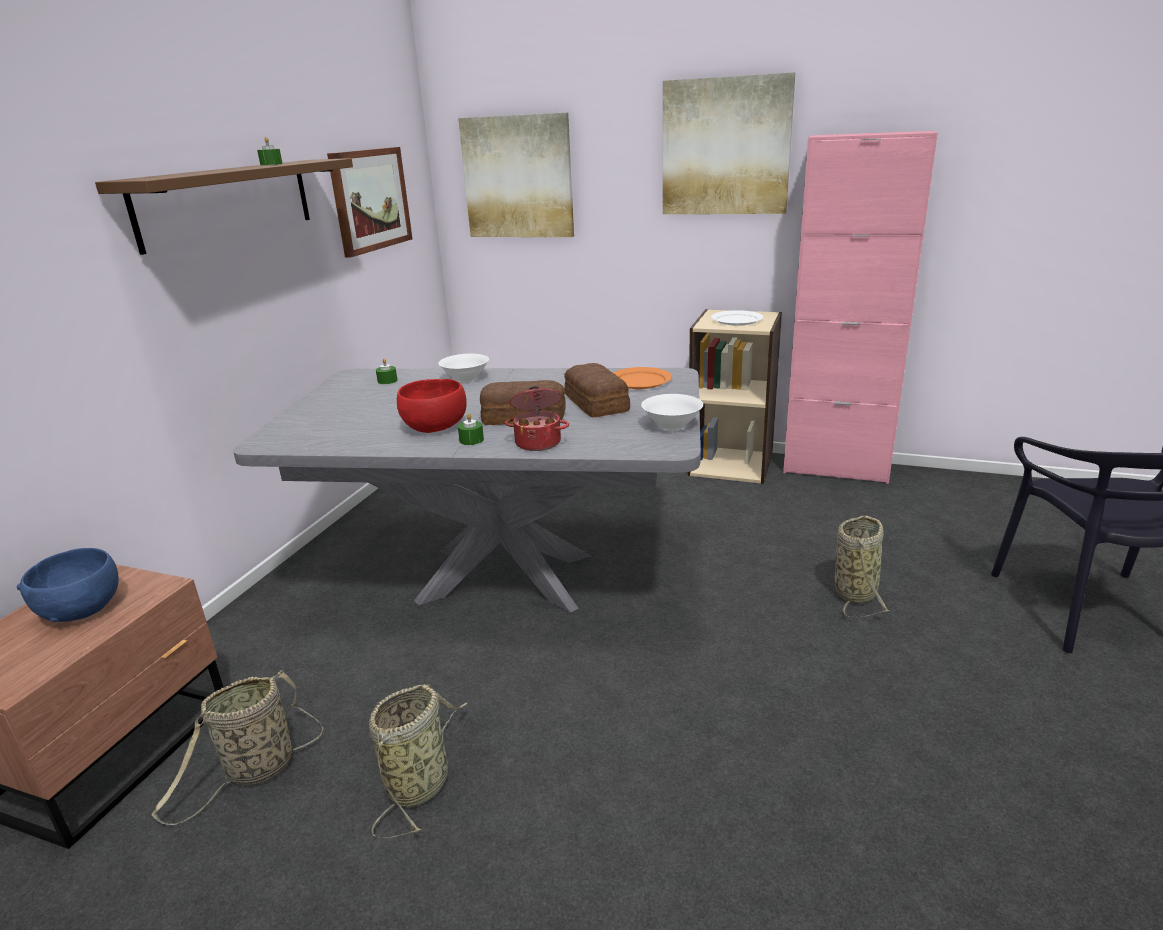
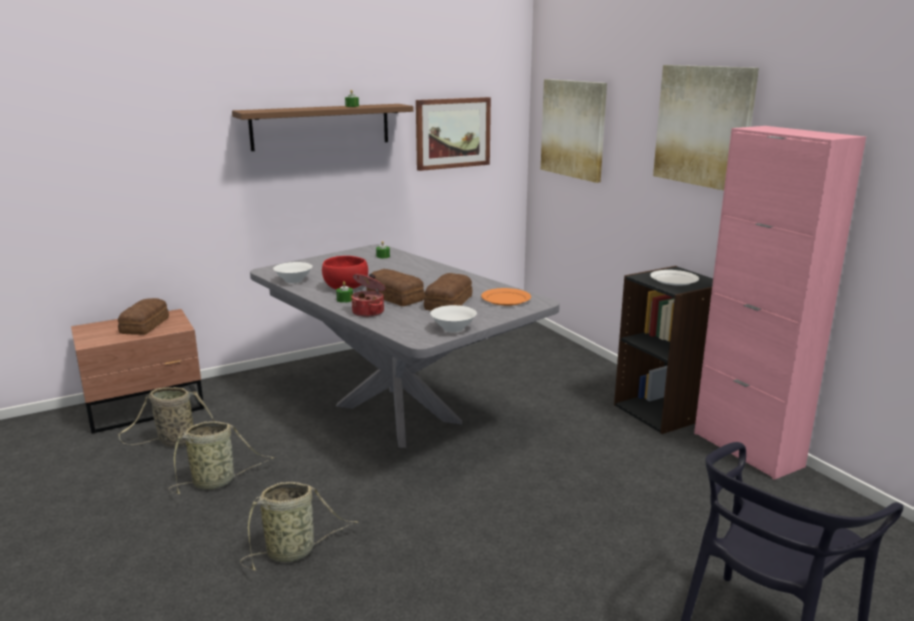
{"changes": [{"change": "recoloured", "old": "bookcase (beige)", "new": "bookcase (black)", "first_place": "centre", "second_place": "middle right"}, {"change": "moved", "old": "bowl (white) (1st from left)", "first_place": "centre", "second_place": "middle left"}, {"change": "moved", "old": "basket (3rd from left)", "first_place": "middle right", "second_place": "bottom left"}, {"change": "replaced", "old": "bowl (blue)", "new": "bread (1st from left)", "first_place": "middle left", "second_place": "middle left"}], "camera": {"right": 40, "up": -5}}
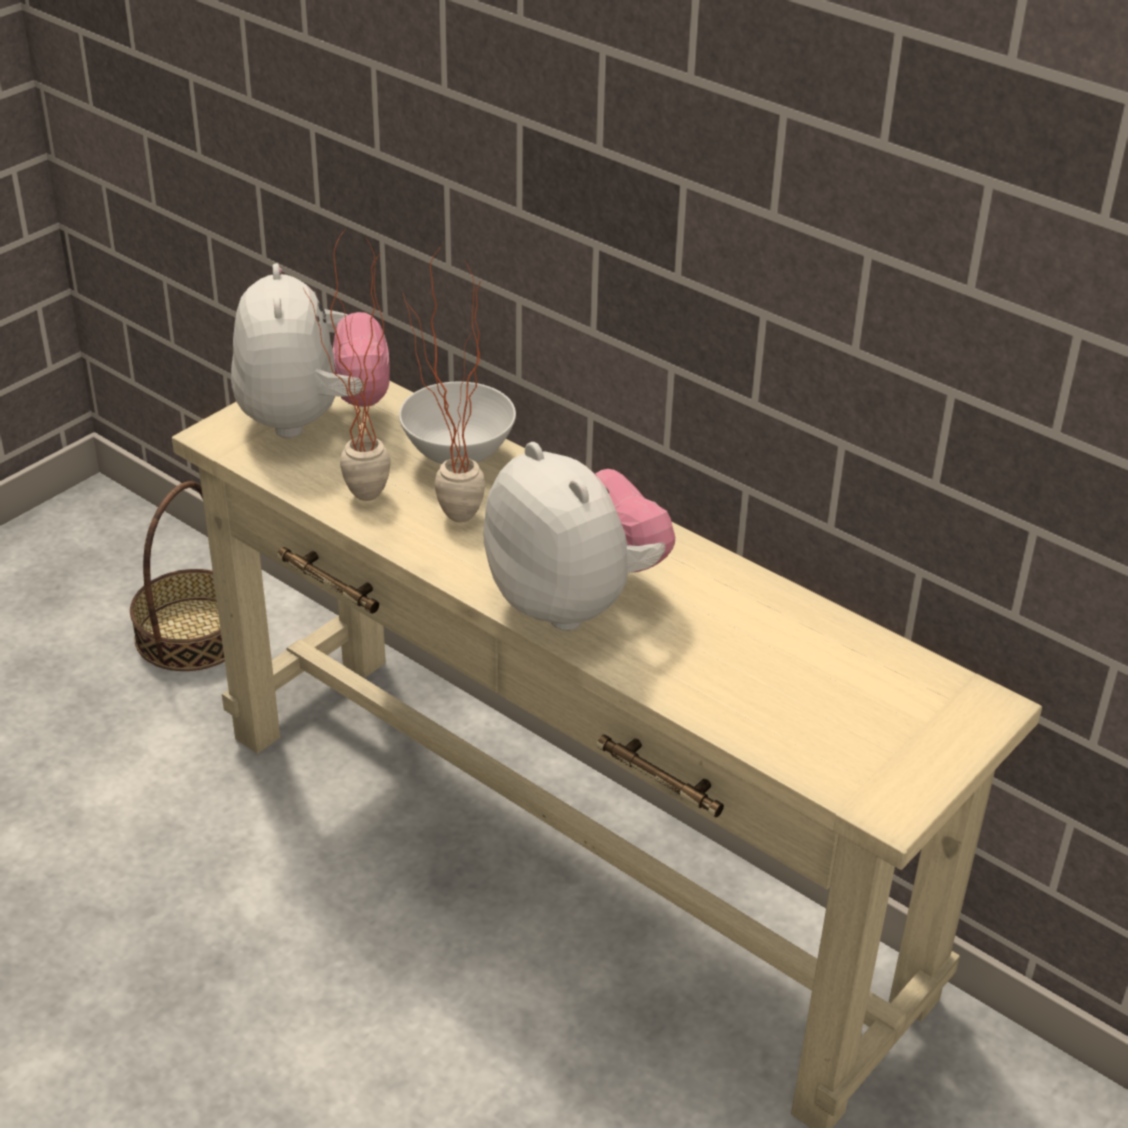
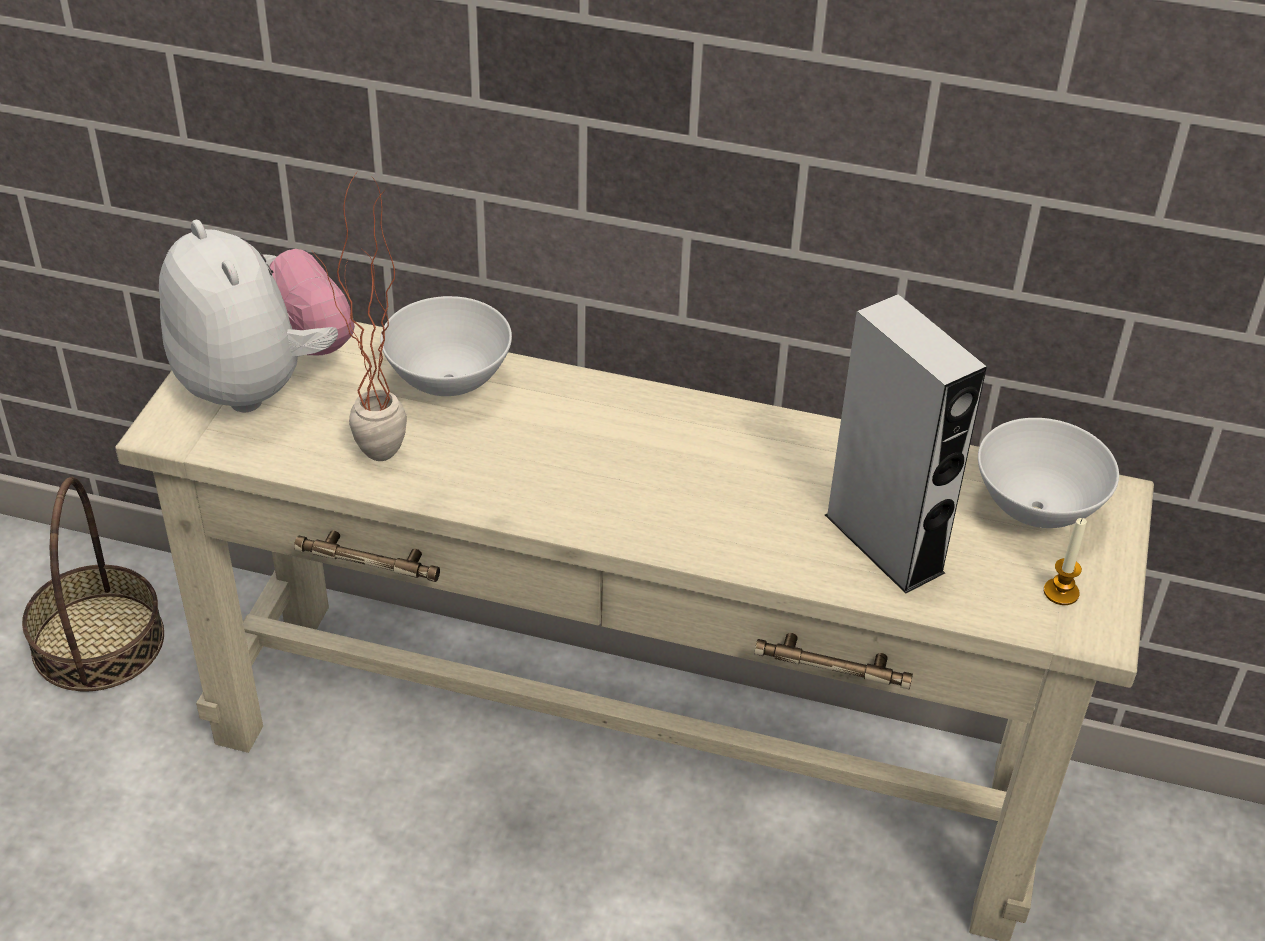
{"changes": [{"change": "removed", "old": "potted plant (2nd from left)", "first_place": "centre"}, {"change": "removed", "old": "plush toy (2nd from left)", "first_place": "centre"}, {"change": "added", "new": "speaker (grey)", "second_place": "middle right"}, {"change": "added", "new": "bowl (white) (2nd from left)", "second_place": "middle right"}, {"change": "added", "new": "candle", "second_place": "middle right"}], "camera": {"right": -25, "up": 5}}
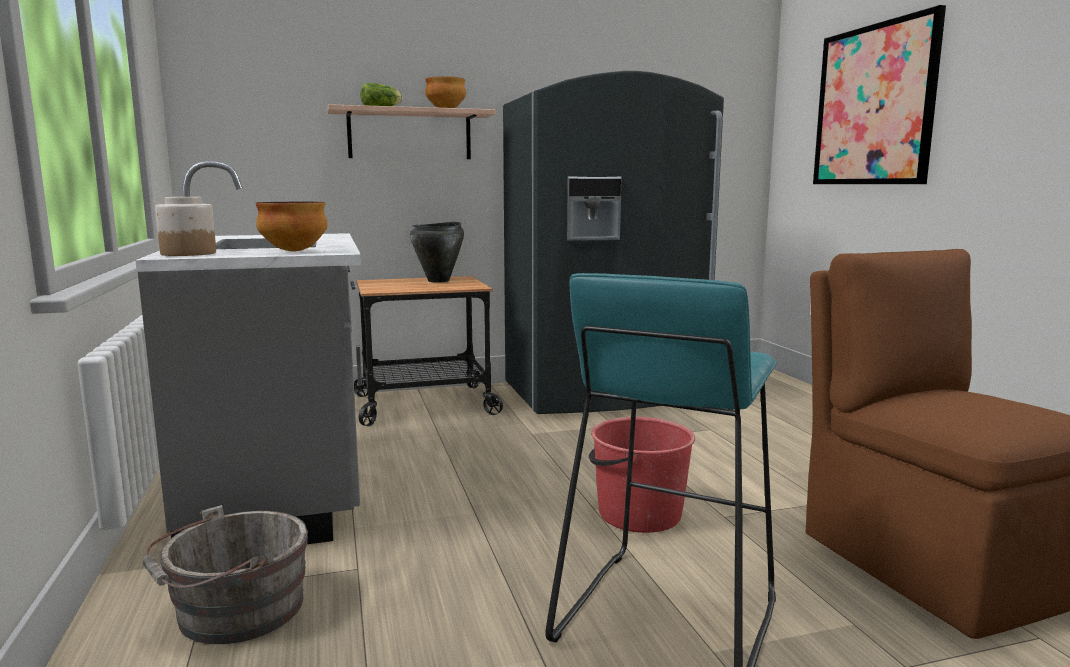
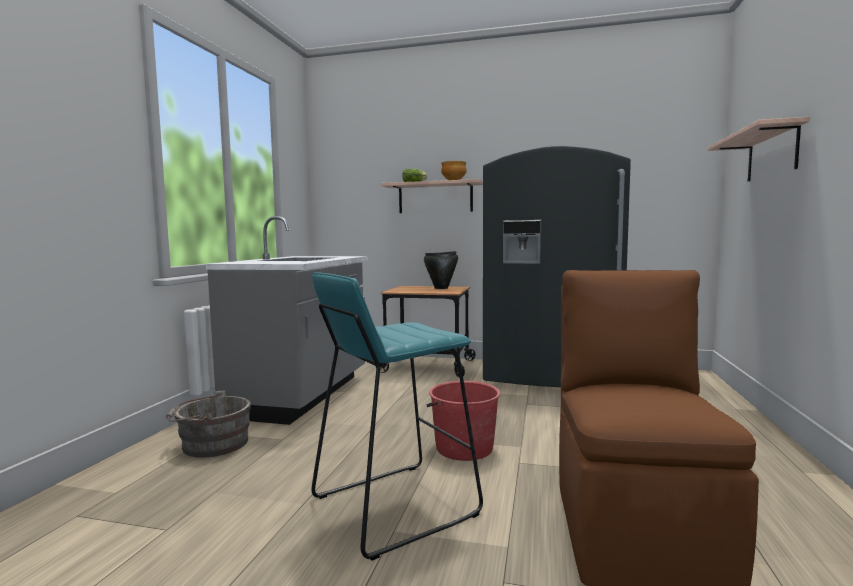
{"changes": [{"change": "replaced", "old": "picture", "new": "shelf (2nd from left)", "first_place": "top right", "second_place": "top right"}, {"change": "removed", "old": "jar", "first_place": "middle left"}, {"change": "removed", "old": "bowl (1st from left)", "first_place": "middle left"}], "camera": {"right": 30, "up": -5}}
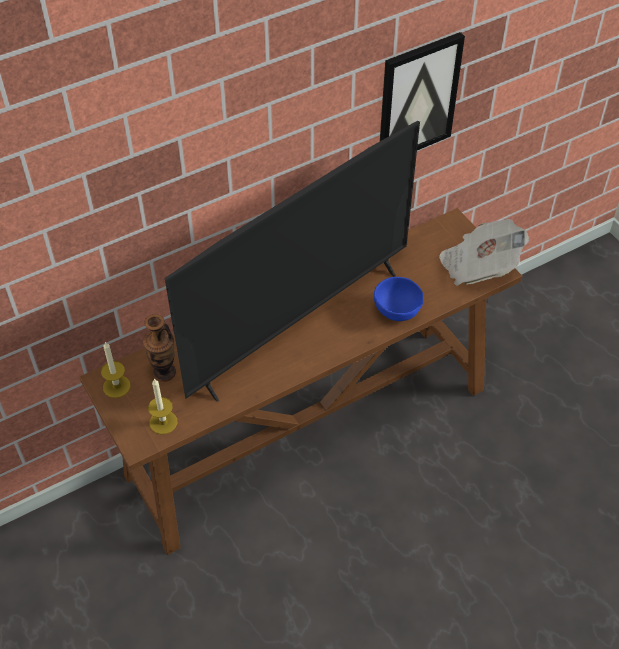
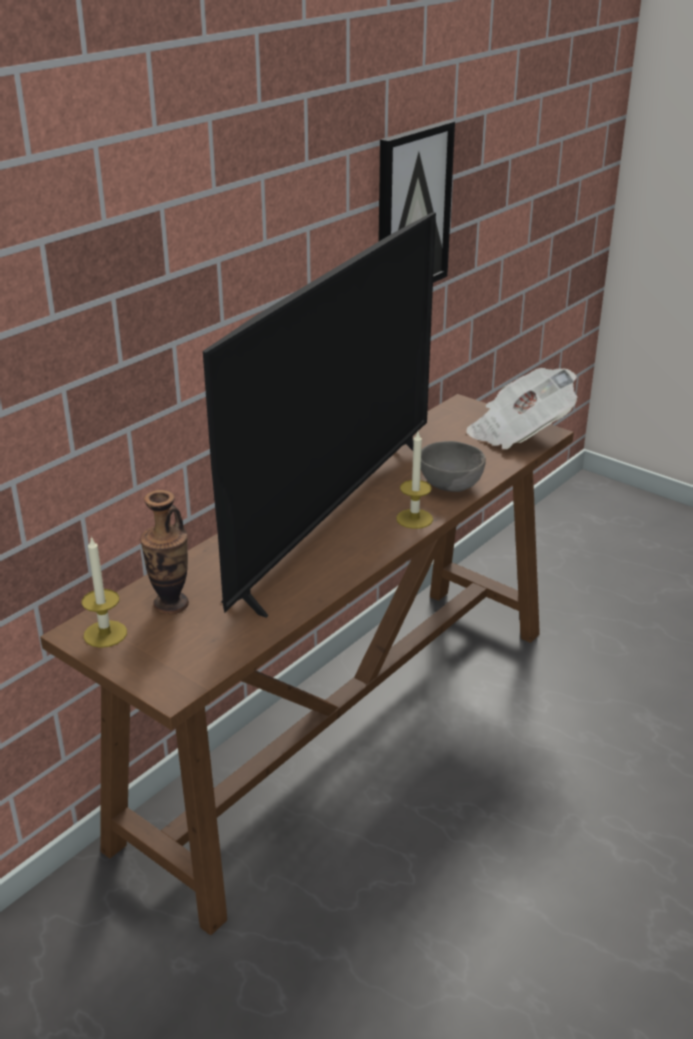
{"changes": [{"change": "recoloured", "old": "bowl (blue)", "new": "bowl (grey)", "first_place": "centre", "second_place": "centre"}, {"change": "moved", "old": "candle (2nd from left)", "first_place": "middle left", "second_place": "centre"}], "camera": {"right": -20, "up": -20}}
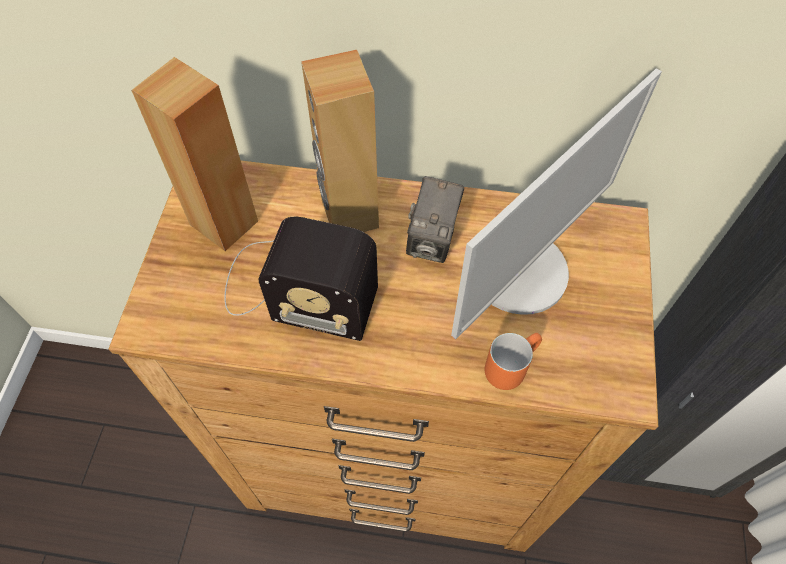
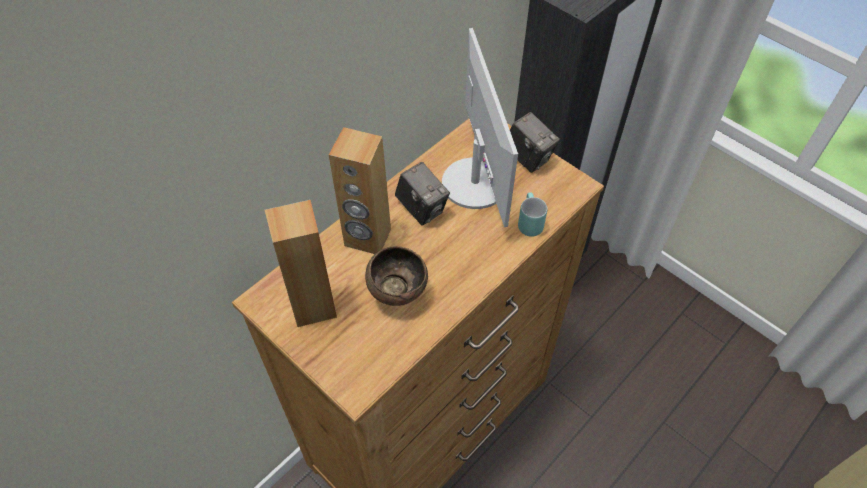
{"changes": [{"change": "replaced", "old": "radio", "new": "bowl (brown)", "first_place": "centre", "second_place": "centre"}, {"change": "recoloured", "old": "mug (orange)", "new": "mug (turquoise)", "first_place": "centre", "second_place": "centre"}, {"change": "added", "new": "photo camera (2nd from left)", "second_place": "top centre"}], "camera": {"right": -55, "up": -5}}
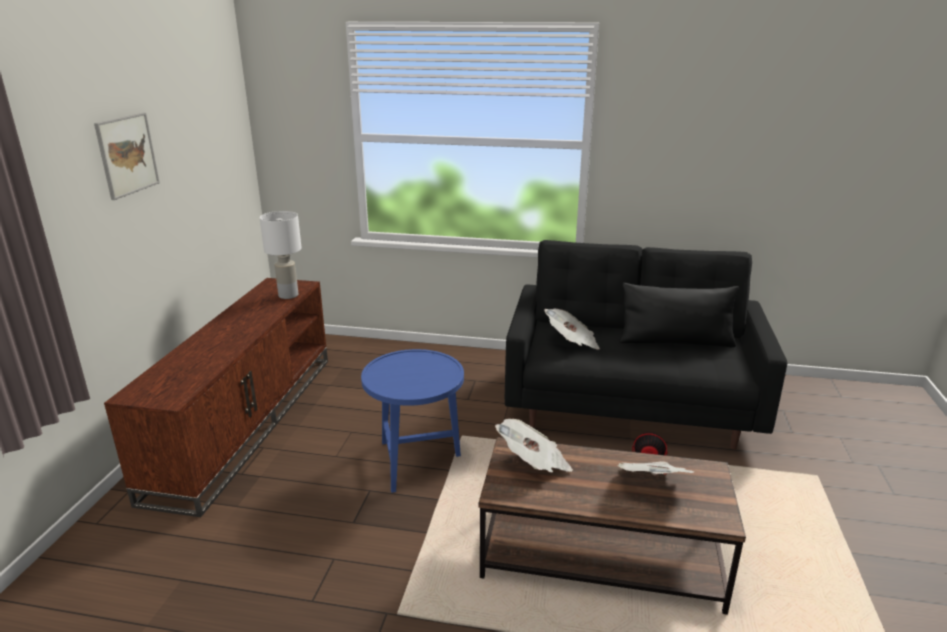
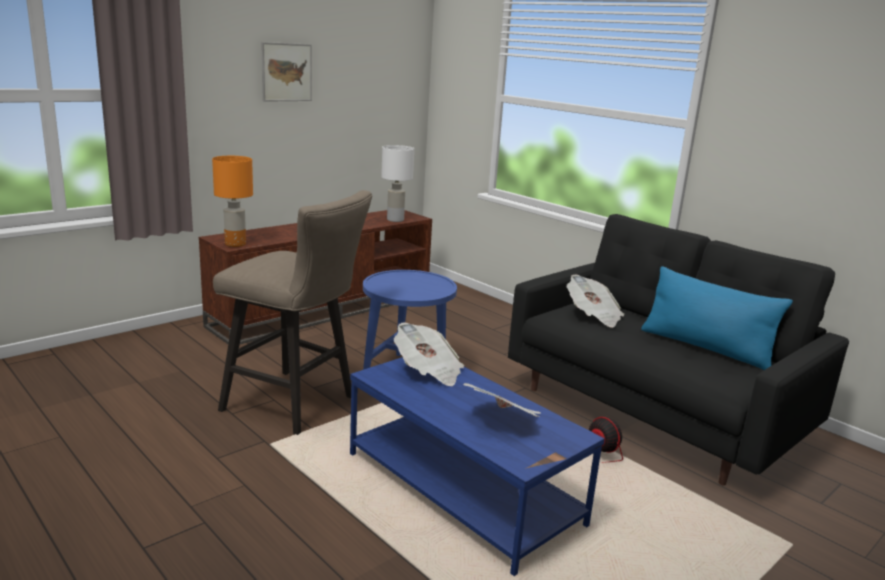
{"changes": [{"change": "recoloured", "old": "pillow (black)", "new": "pillow (blue)", "first_place": "middle right", "second_place": "middle right"}, {"change": "recoloured", "old": "coffee table (brown)", "new": "coffee table (blue)", "first_place": "bottom centre", "second_place": "bottom centre"}, {"change": "added", "new": "table lamp (orange)", "second_place": "middle left"}, {"change": "added", "new": "stool (beige)", "second_place": "middle left"}], "camera": {"right": 35, "up": -5}}
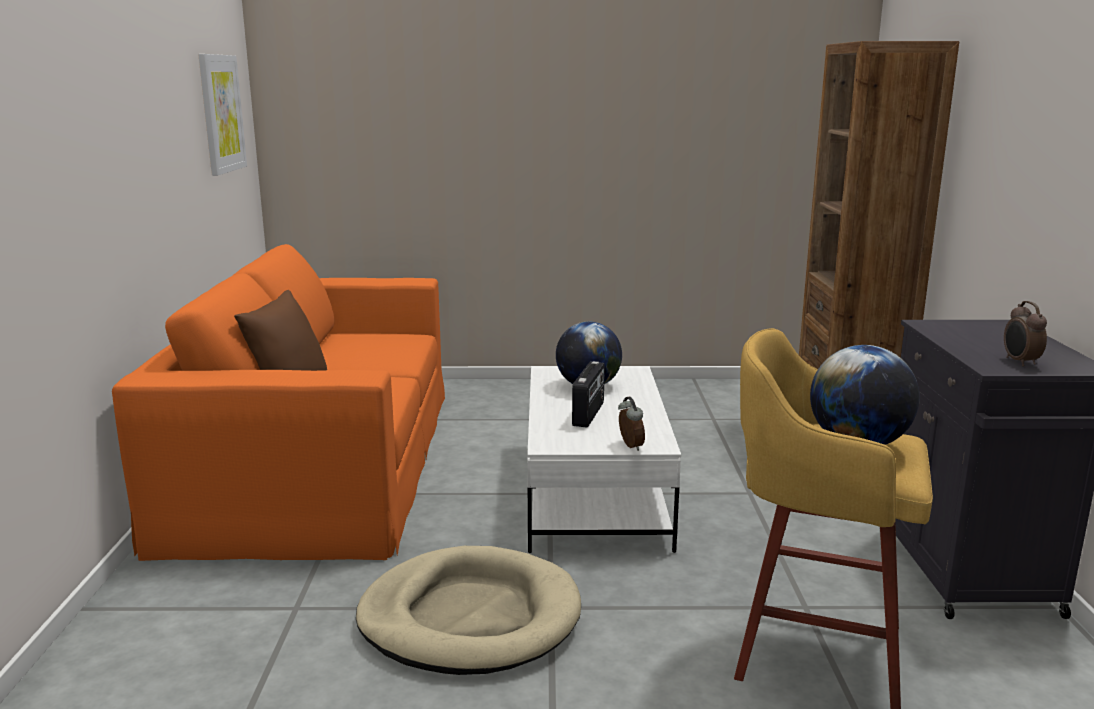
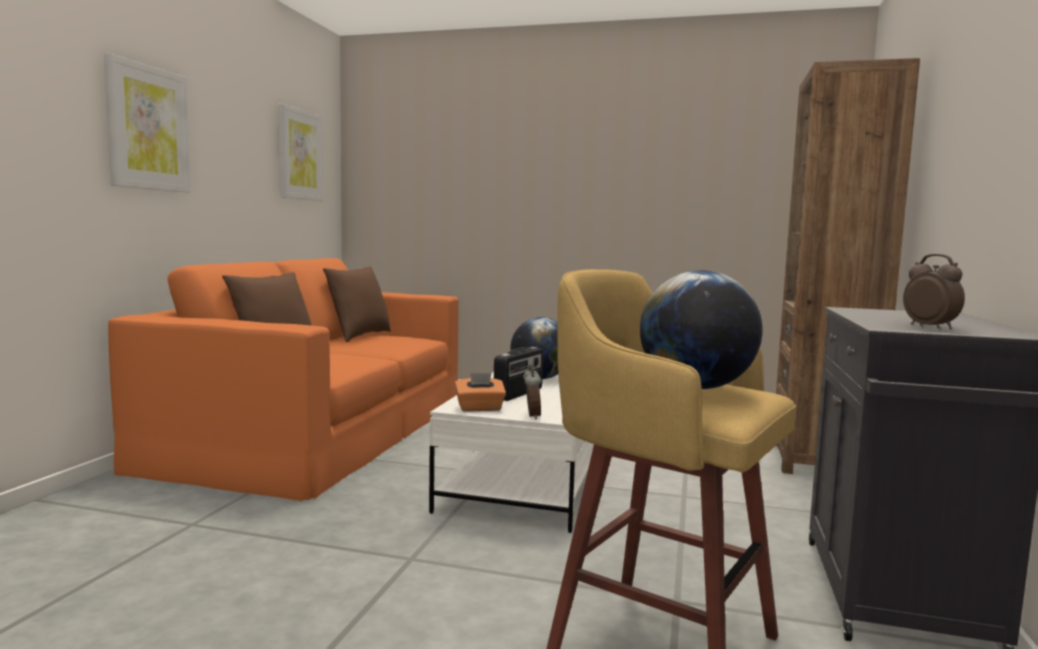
{"changes": [{"change": "turned", "old": "alarm clock (2nd from left)", "first_place": "middle right", "second_place": "middle right", "degrees": 150}, {"change": "removed", "old": "dog bed (beige)", "first_place": "bottom centre"}, {"change": "added", "new": "picture (1st from left)", "second_place": "top left"}, {"change": "added", "new": "pillow (brown) (2nd from left)", "second_place": "centre"}, {"change": "added", "new": "tissue box (orange)", "second_place": "centre"}], "camera": {"right": 15, "up": -10}}
